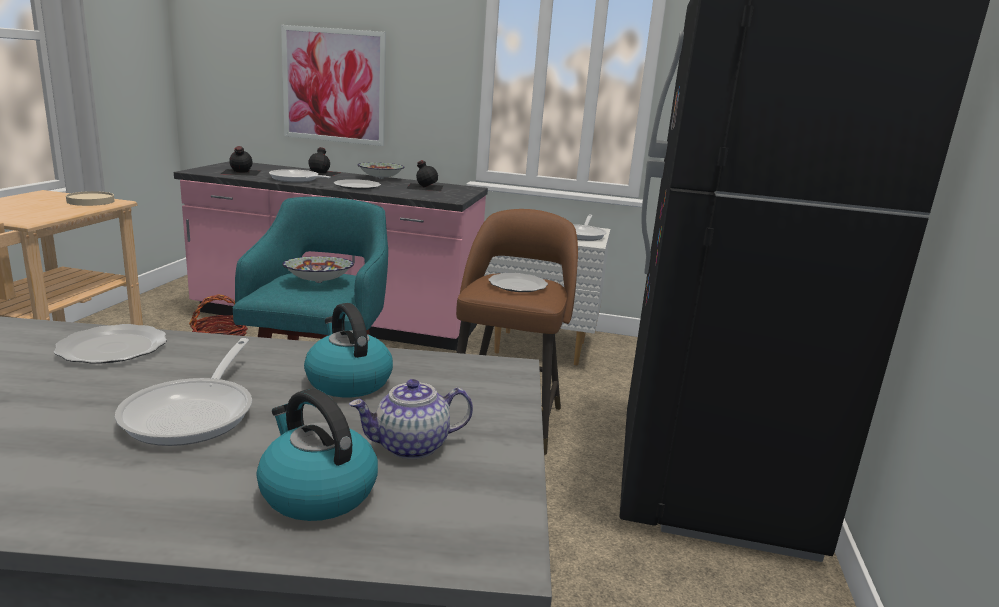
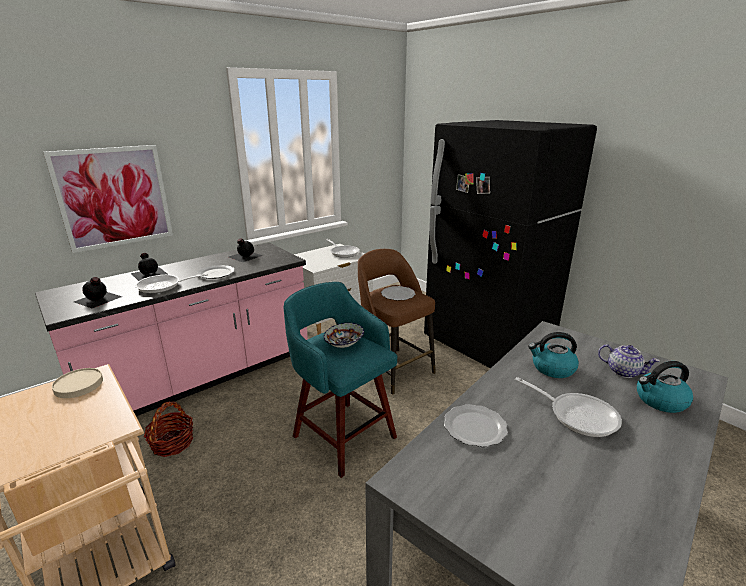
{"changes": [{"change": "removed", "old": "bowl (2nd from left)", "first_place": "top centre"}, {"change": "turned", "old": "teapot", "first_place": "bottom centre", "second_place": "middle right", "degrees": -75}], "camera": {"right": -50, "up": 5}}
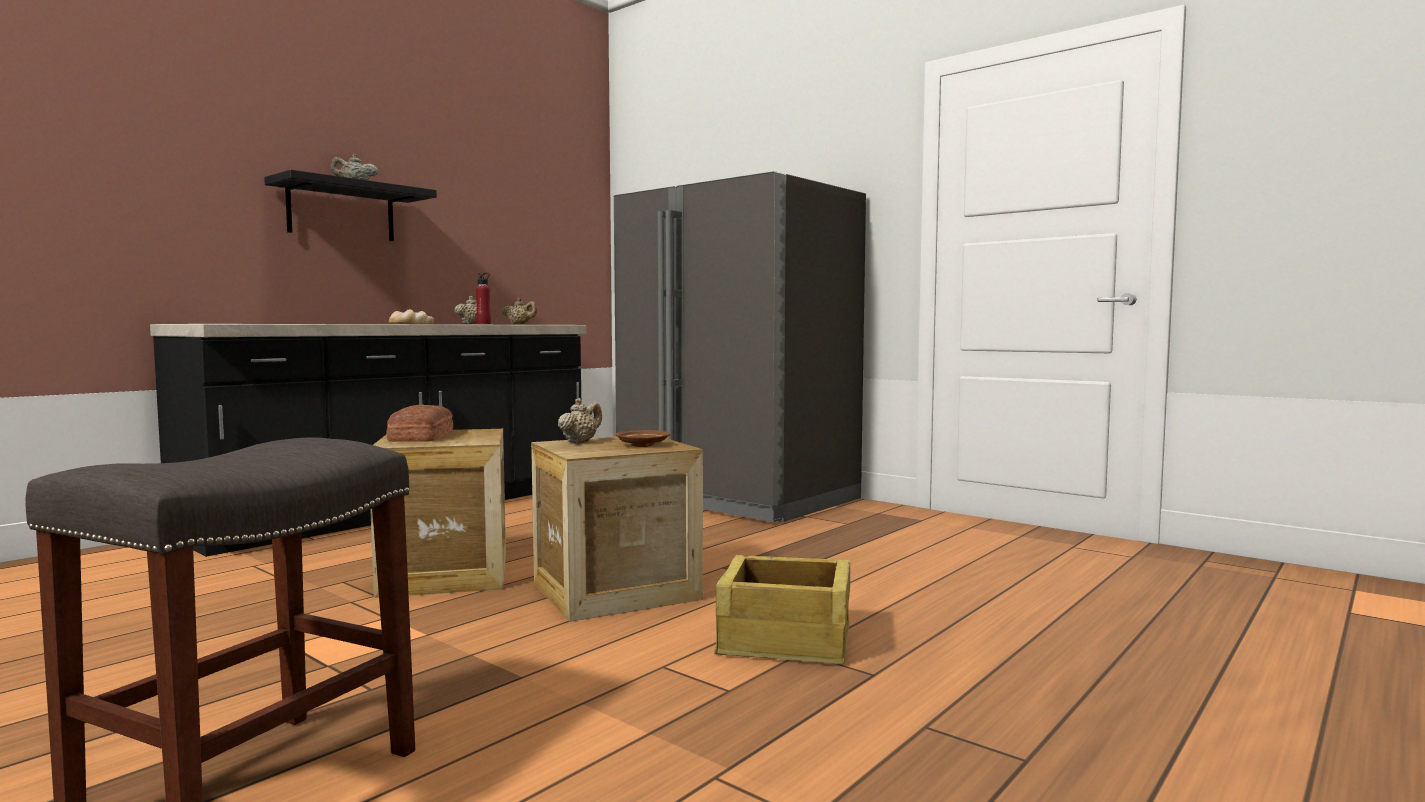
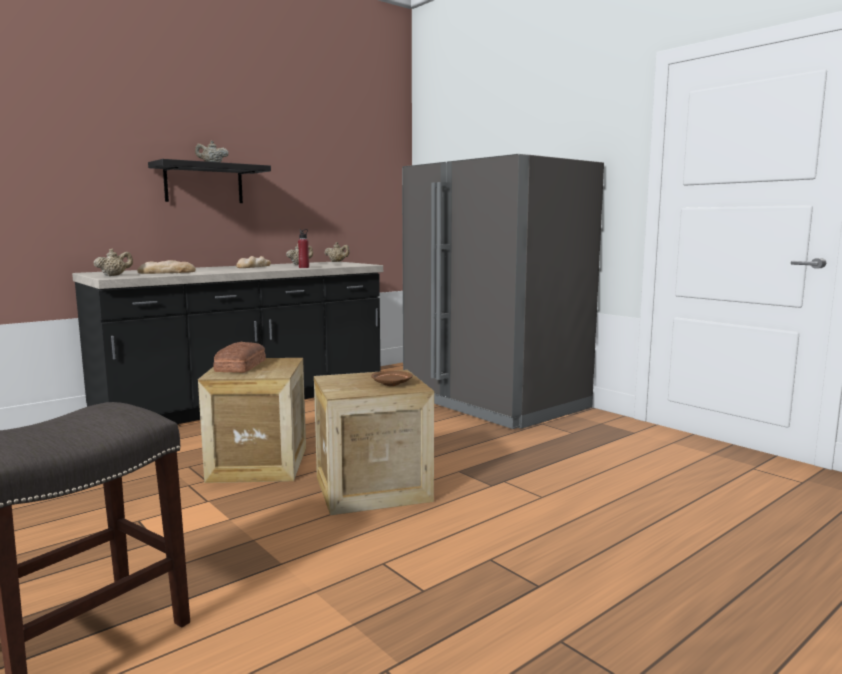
{"changes": [{"change": "moved", "old": "teapot (beige) (4th from left in the first image)", "new": "teapot (beige) (1st from left)", "first_place": "centre", "second_place": "middle left"}, {"change": "removed", "old": "crate (3rd from left)", "first_place": "bottom centre"}, {"change": "added", "new": "bread (1st from left)", "second_place": "middle left"}], "camera": {"right": 10, "up": 5}}
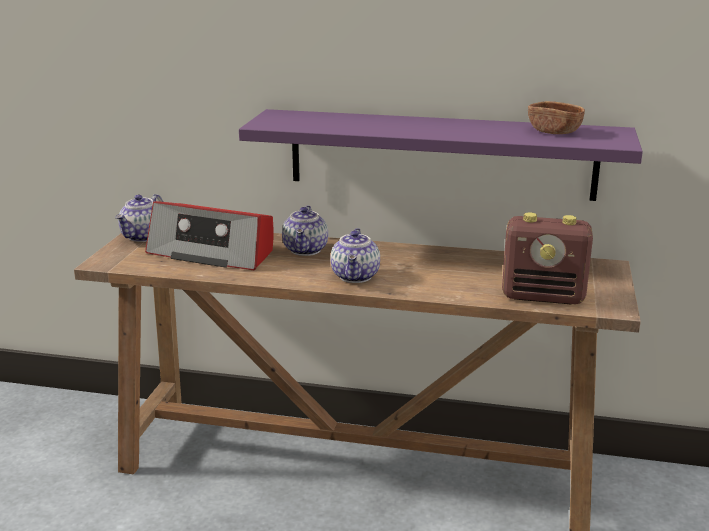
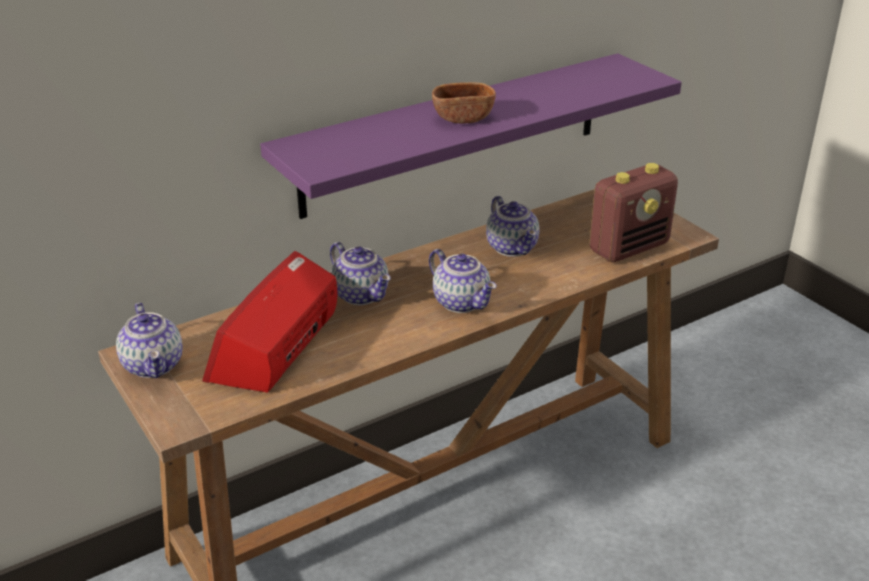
{"changes": [{"change": "moved", "old": "bowl (brown)", "first_place": "top right", "second_place": "top centre"}, {"change": "turned", "old": "radio (1st from left)", "first_place": "middle left", "second_place": "middle left", "degrees": 135}, {"change": "added", "new": "teapot (4th from left)", "second_place": "centre"}], "camera": {"right": -45, "up": 10}}
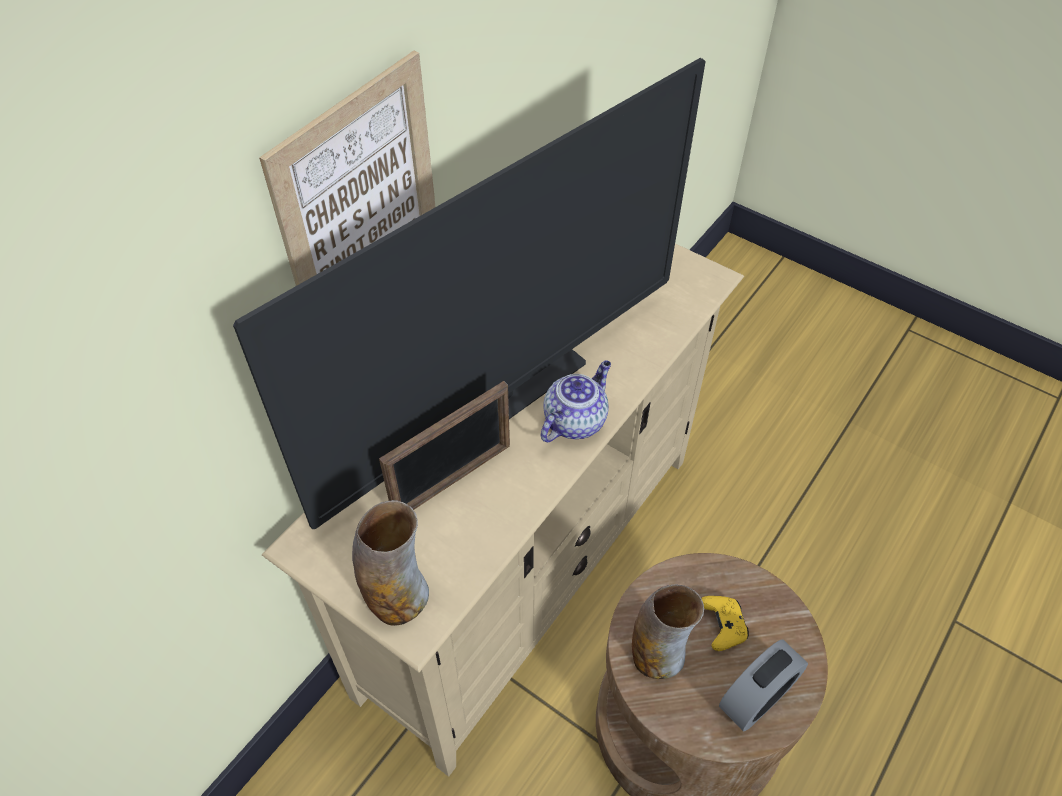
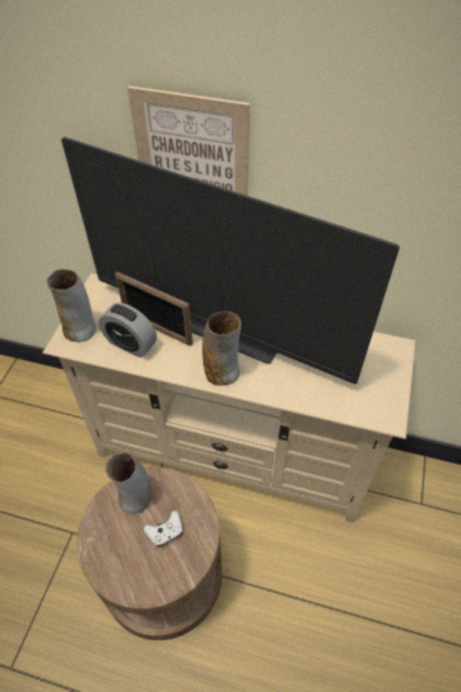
{"changes": [{"change": "replaced", "old": "teapot", "new": "vase (3rd from left)", "first_place": "centre", "second_place": "centre"}, {"change": "recoloured", "old": "game controller (yellow)", "new": "game controller (white)", "first_place": "bottom right", "second_place": "bottom centre"}, {"change": "moved", "old": "alarm clock", "first_place": "bottom right", "second_place": "middle left"}], "camera": {"right": 70, "up": 0}}
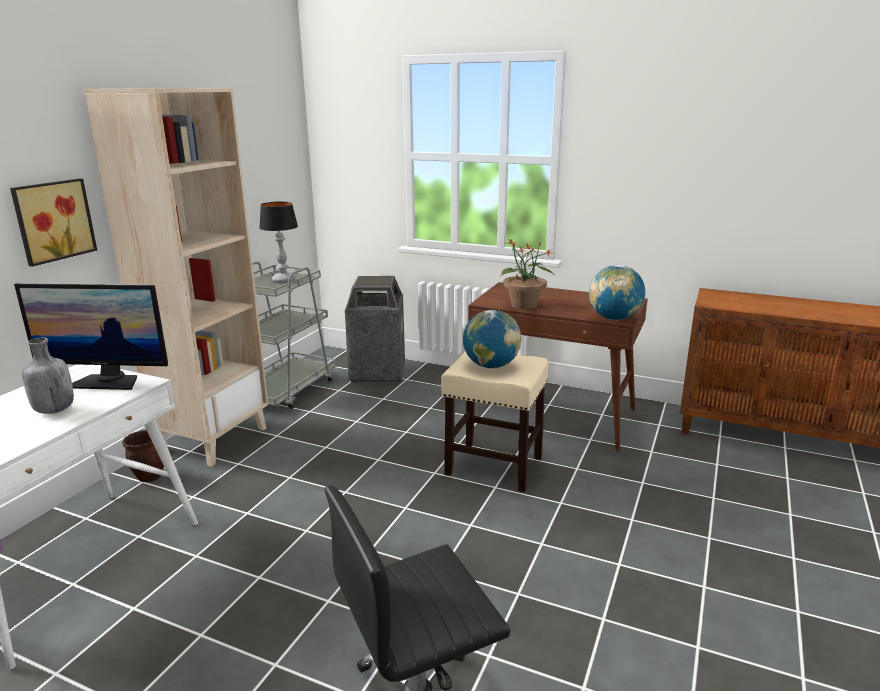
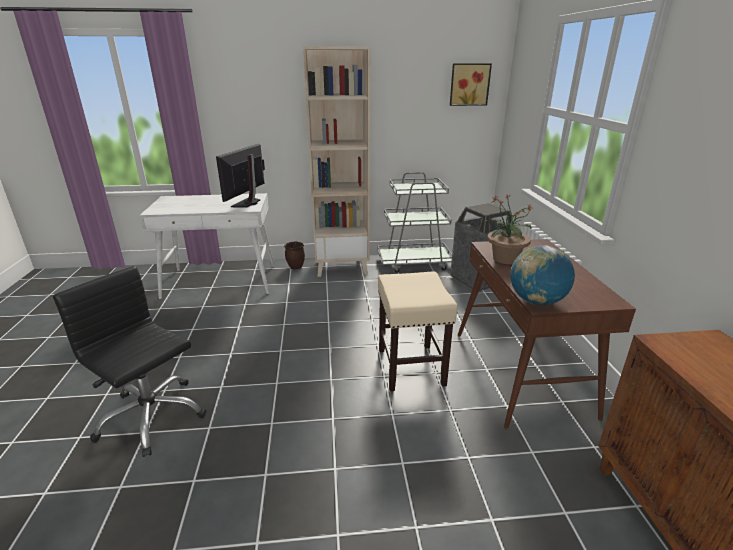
{"changes": [{"change": "moved", "old": "picture", "first_place": "top left", "second_place": "top centre"}, {"change": "removed", "old": "table lamp", "first_place": "middle left"}, {"change": "turned", "old": "monitor", "first_place": "middle left", "second_place": "top left", "degrees": 45}, {"change": "removed", "old": "globe (1st from left)", "first_place": "centre"}, {"change": "removed", "old": "bottle (grey)", "first_place": "middle left"}], "camera": {"right": 60, "up": 5}}
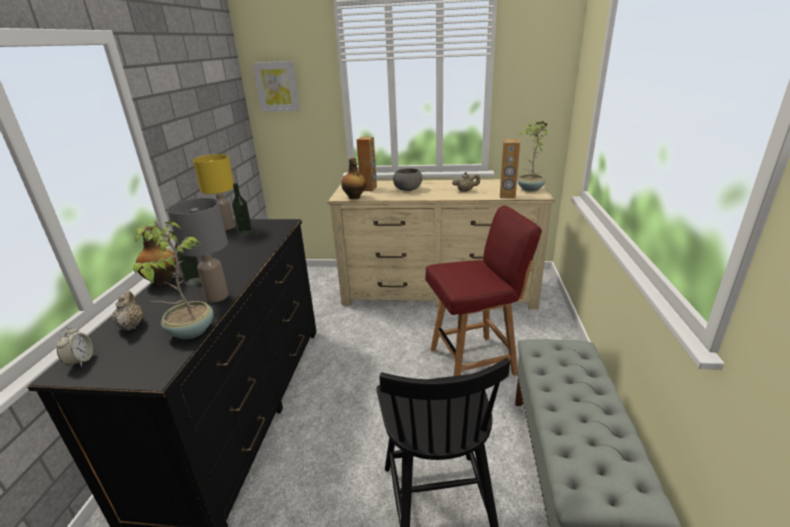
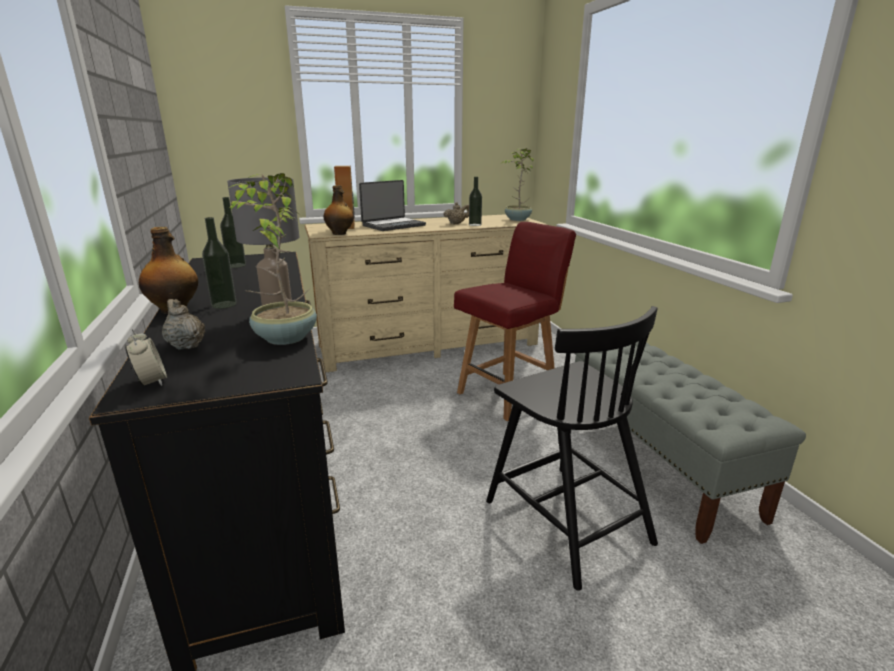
{"changes": [{"change": "removed", "old": "picture", "first_place": "top centre"}, {"change": "removed", "old": "speaker (brown) (2nd from left)", "first_place": "top centre"}, {"change": "removed", "old": "table lamp (yellow)", "first_place": "middle left"}, {"change": "replaced", "old": "bowl (grey)", "new": "laptop", "first_place": "centre", "second_place": "top centre"}, {"change": "added", "new": "bottle (5th from left)", "second_place": "top centre"}], "camera": {"right": -25, "up": -5}}
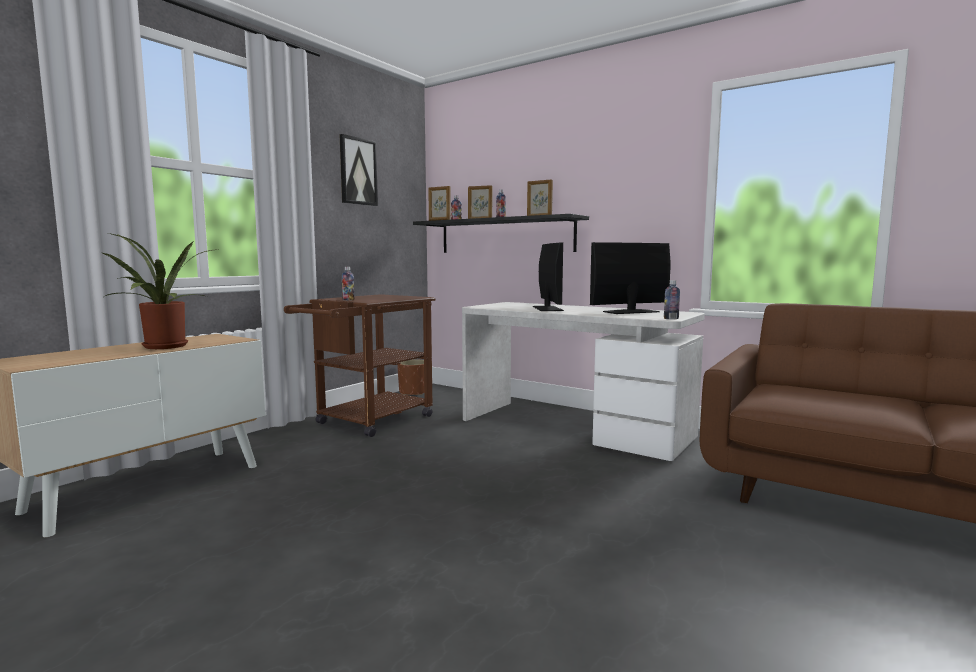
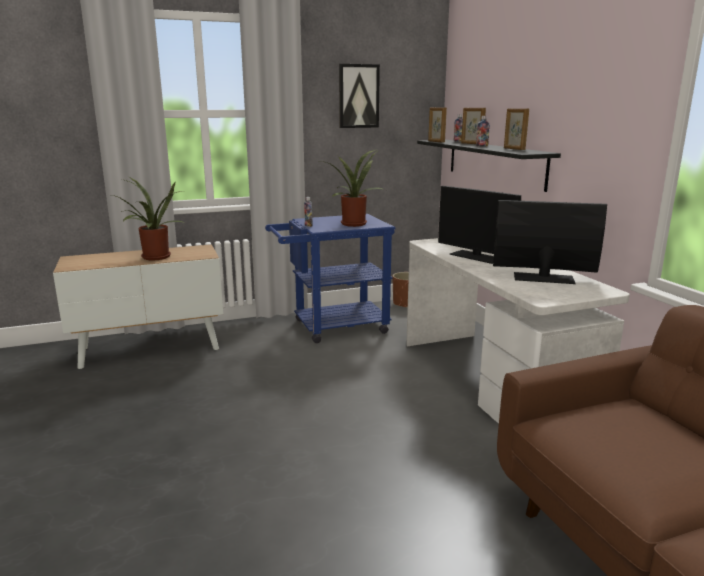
{"changes": [{"change": "turned", "old": "monitor (1st from left)", "first_place": "centre", "second_place": "middle right", "degrees": 105}, {"change": "removed", "old": "bottle (4th from left)", "first_place": "middle right"}, {"change": "recoloured", "old": "cart (brown)", "new": "cart (blue)", "first_place": "centre", "second_place": "centre"}, {"change": "added", "new": "potted plant (2nd from left)", "second_place": "top centre"}], "camera": {"right": 35, "up": 10}}
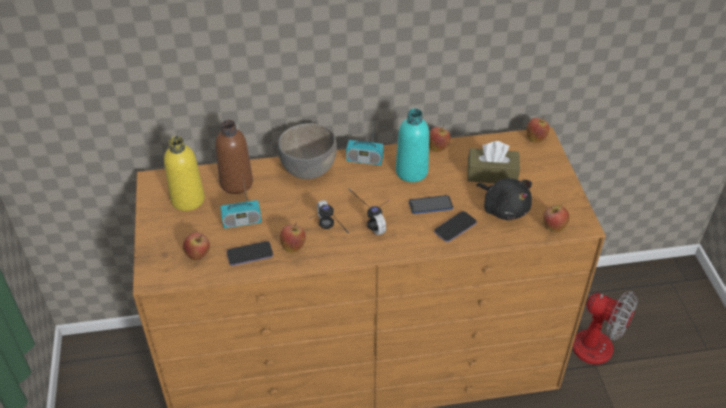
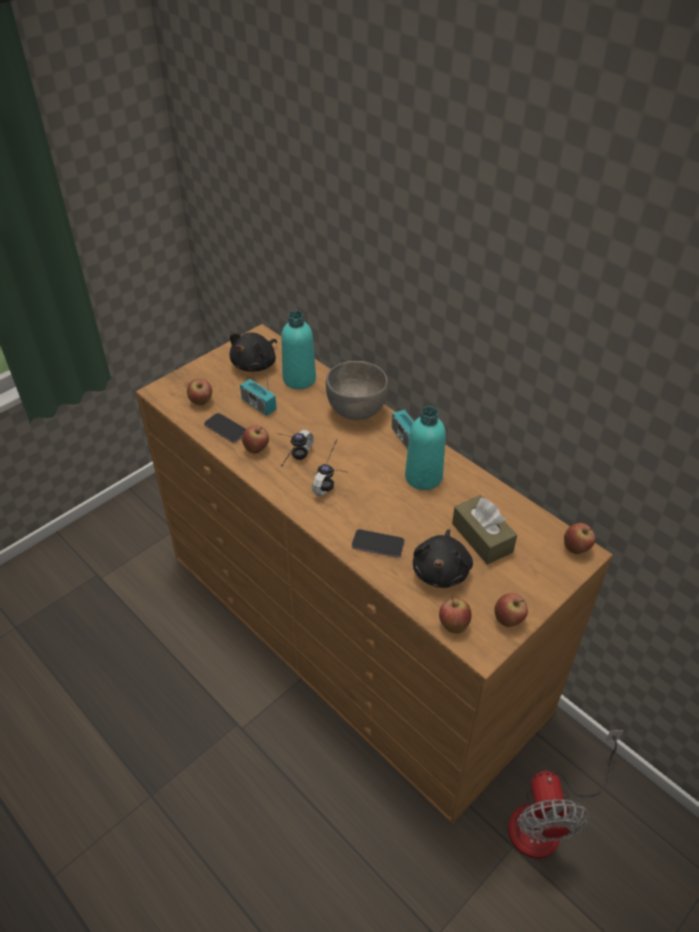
{"changes": [{"change": "recoloured", "old": "bottle (brown)", "new": "bottle (turquoise) (1st from left)", "first_place": "middle left", "second_place": "centre"}, {"change": "moved", "old": "apple (3rd from left in the first image)", "new": "apple (4th from left)", "first_place": "centre", "second_place": "middle right"}, {"change": "replaced", "old": "bottle (yellow)", "new": "plush toy (black) (1st from left)", "first_place": "middle left", "second_place": "centre"}, {"change": "removed", "old": "phone (2nd from left)", "first_place": "centre"}], "camera": {"right": 55, "up": 0}}
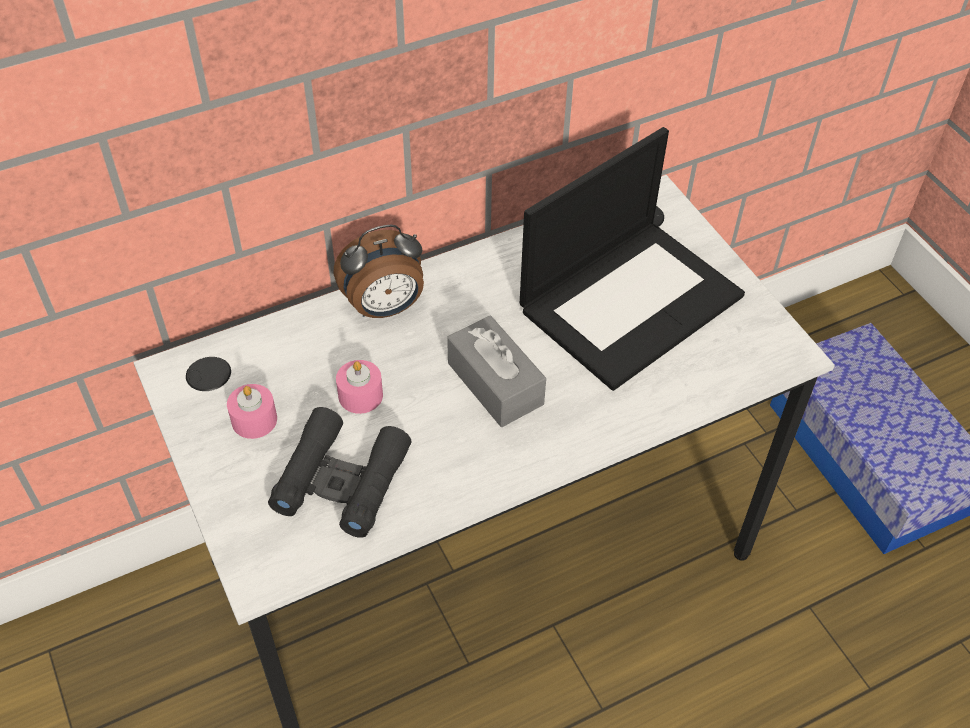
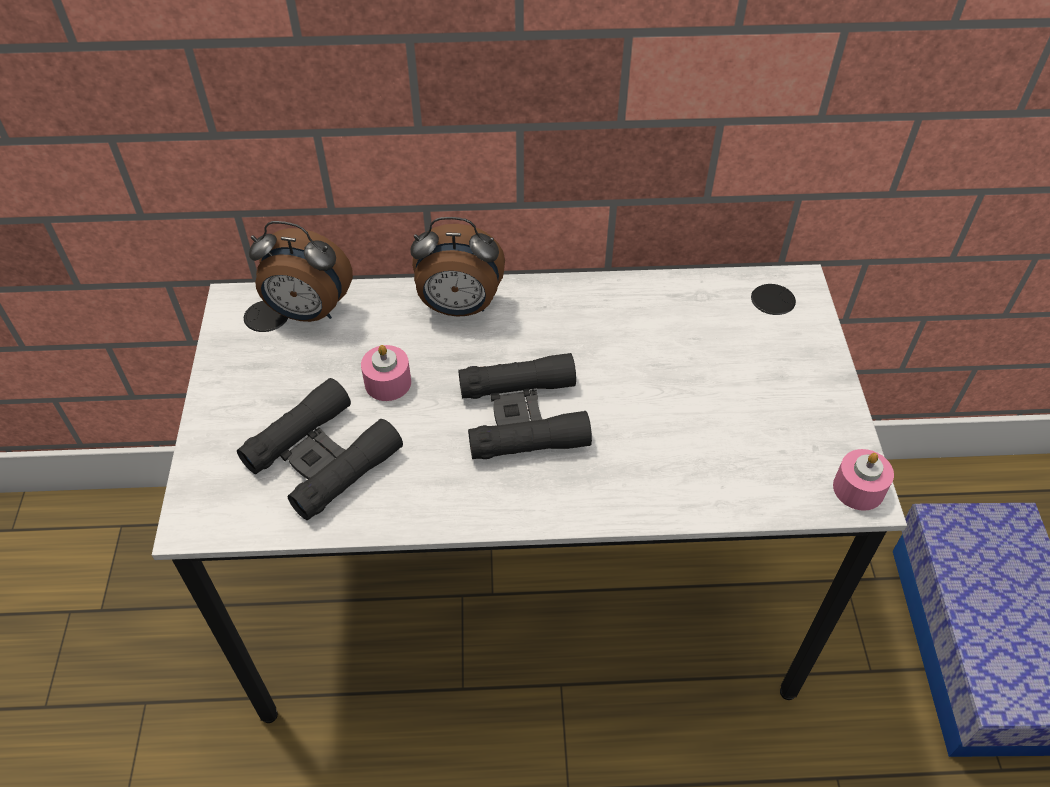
{"changes": [{"change": "removed", "old": "laptop", "first_place": "centre"}, {"change": "replaced", "old": "tissue box (grey)", "new": "binoculars (black) (2nd from left)", "first_place": "centre", "second_place": "centre"}, {"change": "moved", "old": "candle (pink) (1st from left in the first image)", "new": "candle (pink) (2nd from left)", "first_place": "middle left", "second_place": "middle right"}, {"change": "added", "new": "alarm clock (1st from left)", "second_place": "middle left"}], "camera": {"right": 25, "up": 0}}
